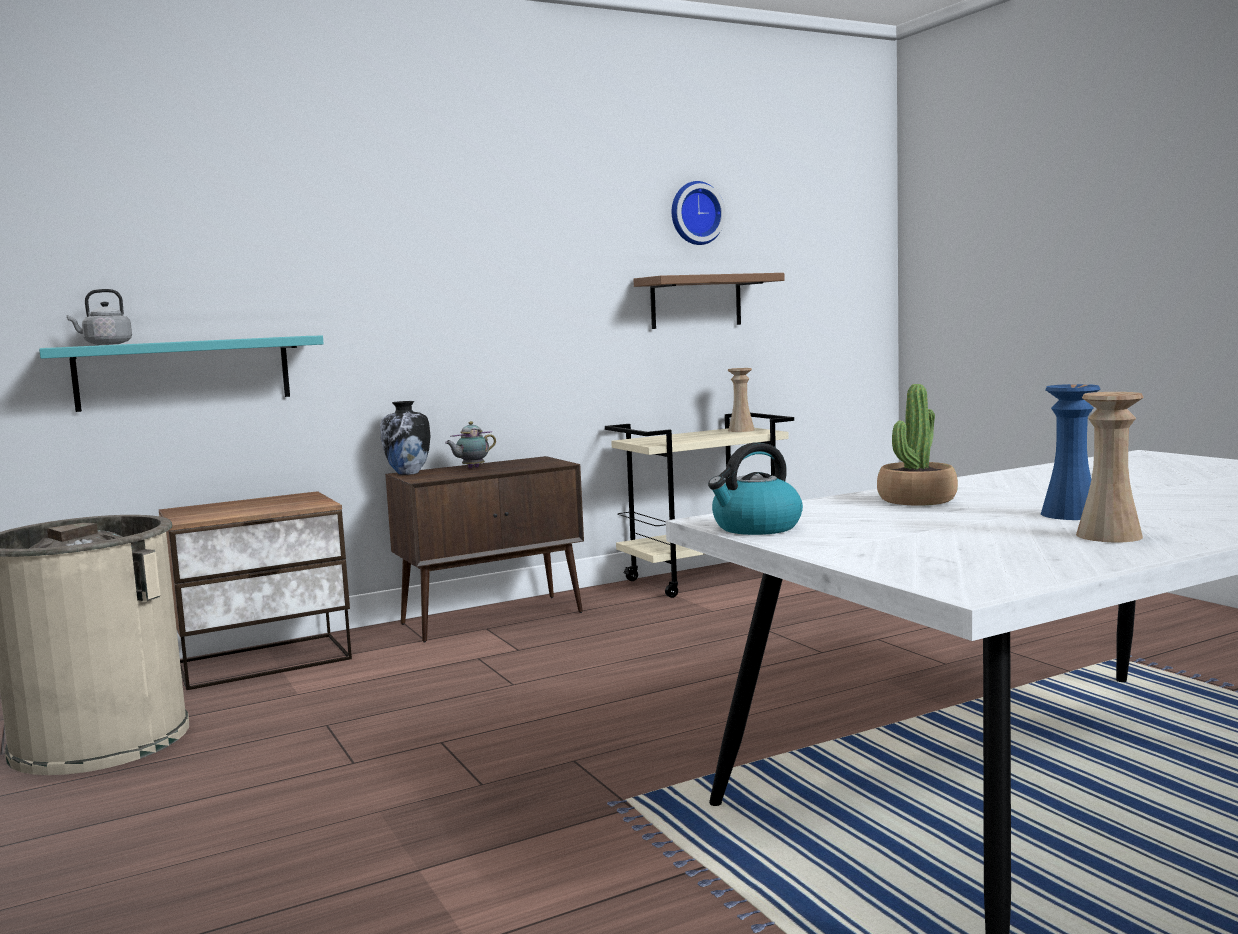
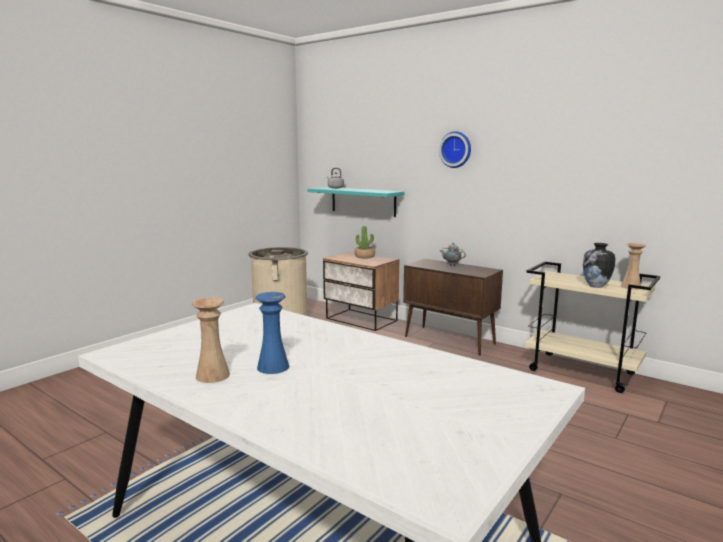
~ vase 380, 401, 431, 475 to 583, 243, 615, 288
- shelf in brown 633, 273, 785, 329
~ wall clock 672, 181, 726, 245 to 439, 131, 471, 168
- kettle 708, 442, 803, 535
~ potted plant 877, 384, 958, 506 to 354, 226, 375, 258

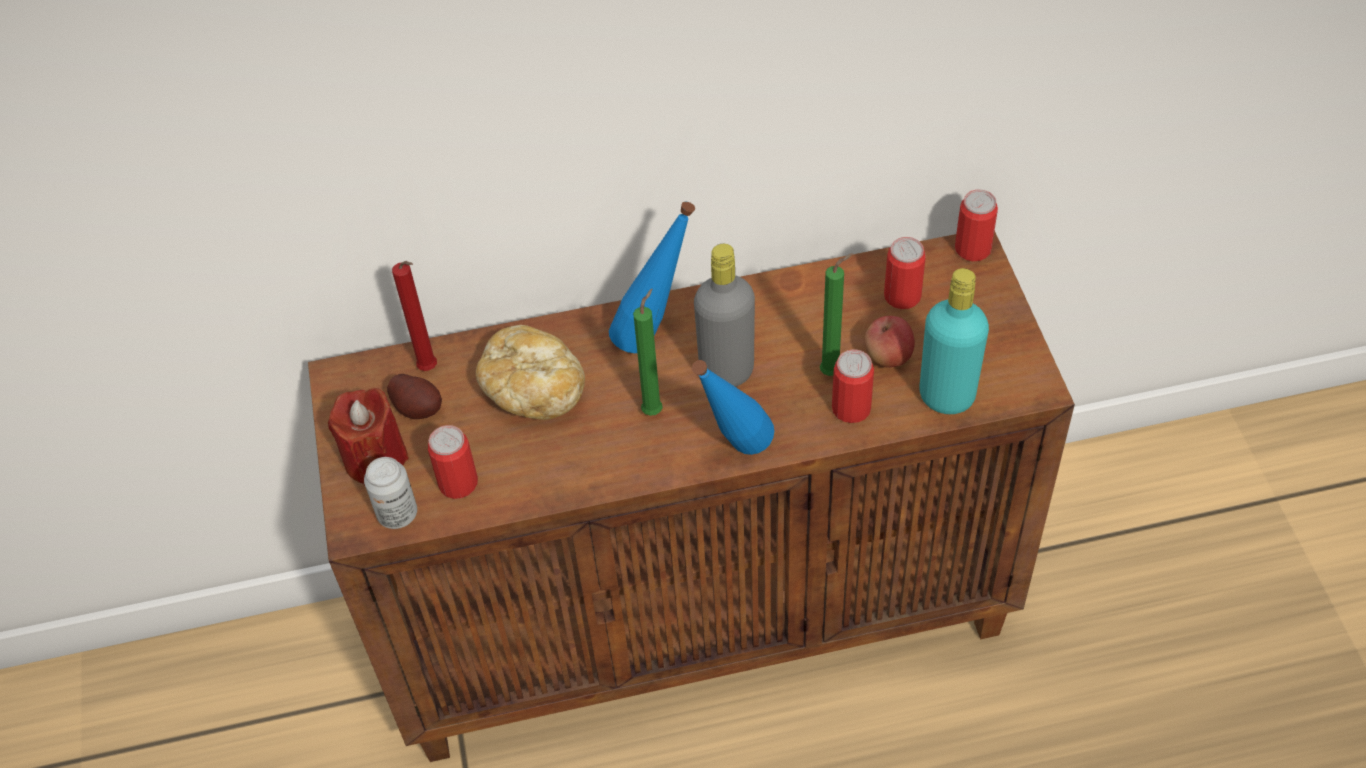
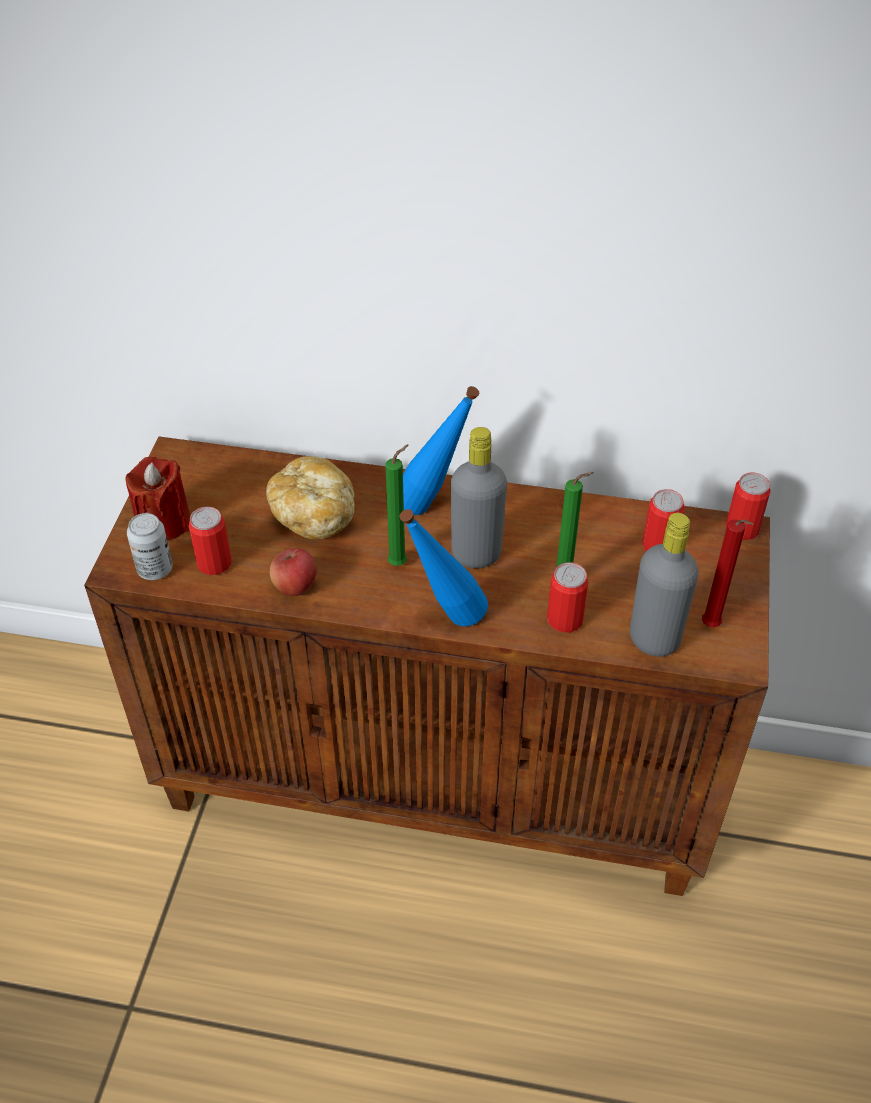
- potato 387, 374, 442, 419
~ candle in red 392, 261, 437, 371 to 702, 519, 753, 627
~ apple 865, 316, 915, 368 to 270, 548, 317, 596
~ bottle in turquoise 920, 268, 989, 414 to bottle in grey 630, 513, 699, 657

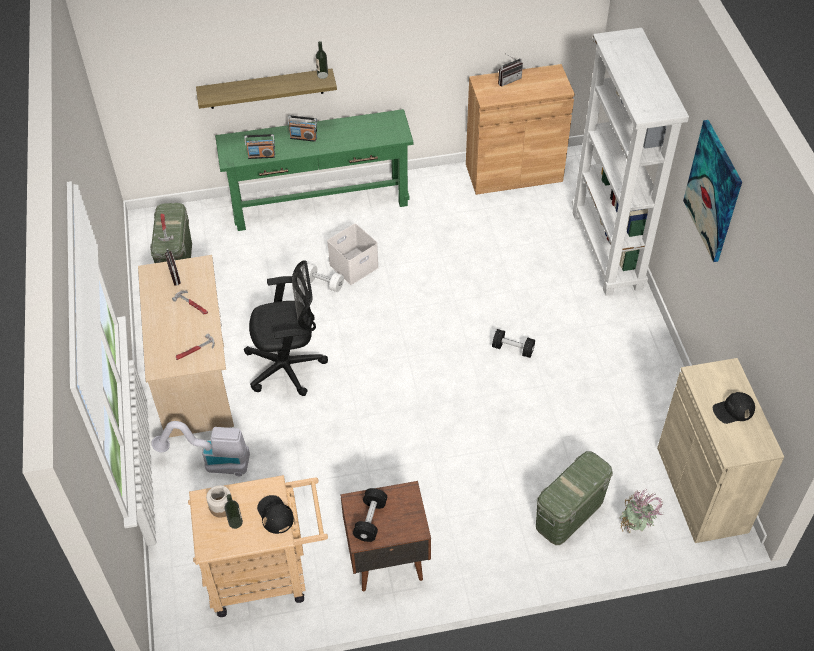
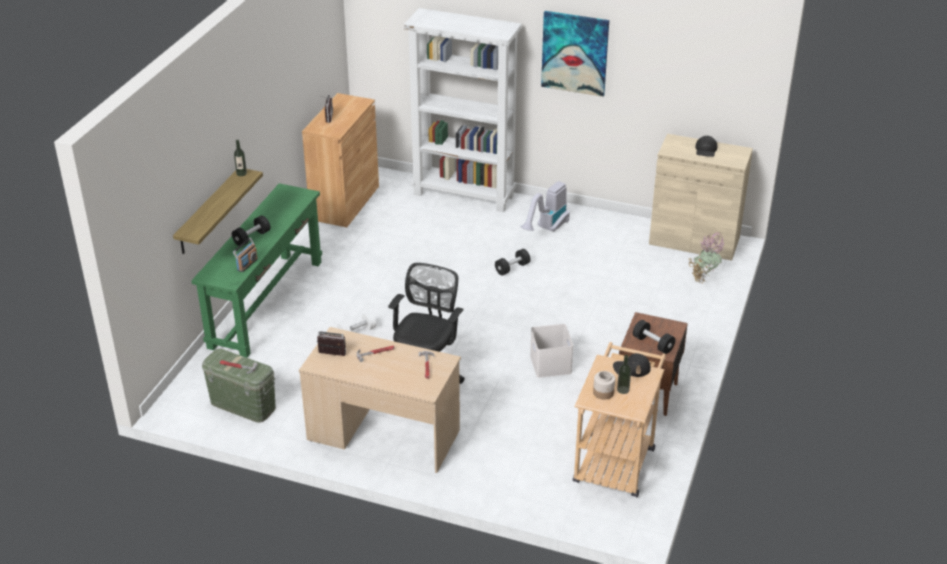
~ vacuum cleaner 151, 421, 250, 476 to 520, 181, 570, 232
~ radio 288, 116, 317, 142 to dumbbell in black 232, 215, 271, 246
~ storage box in white 327, 223, 379, 285 to 530, 324, 573, 378
- storage box in green 536, 451, 613, 545

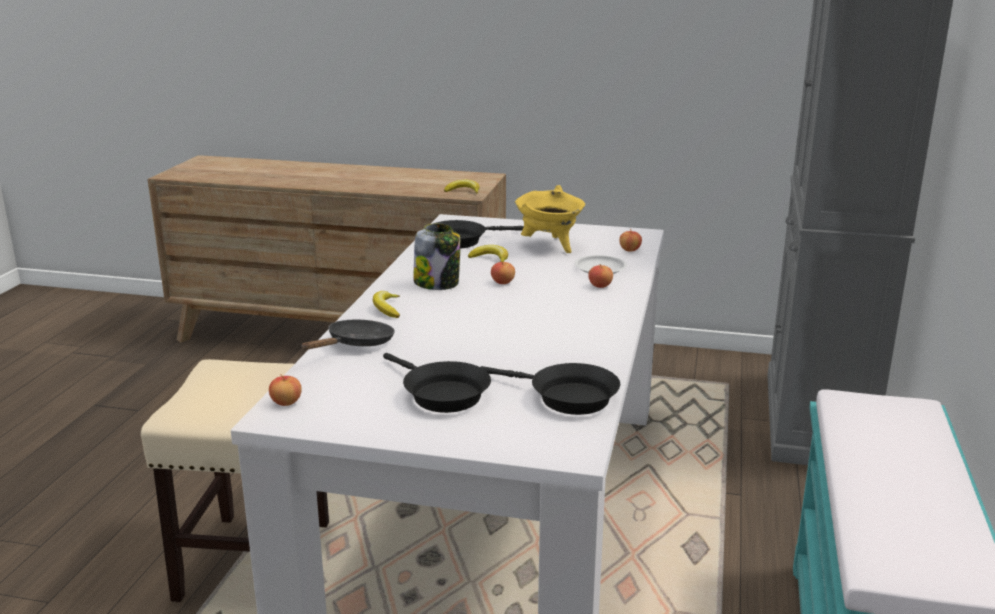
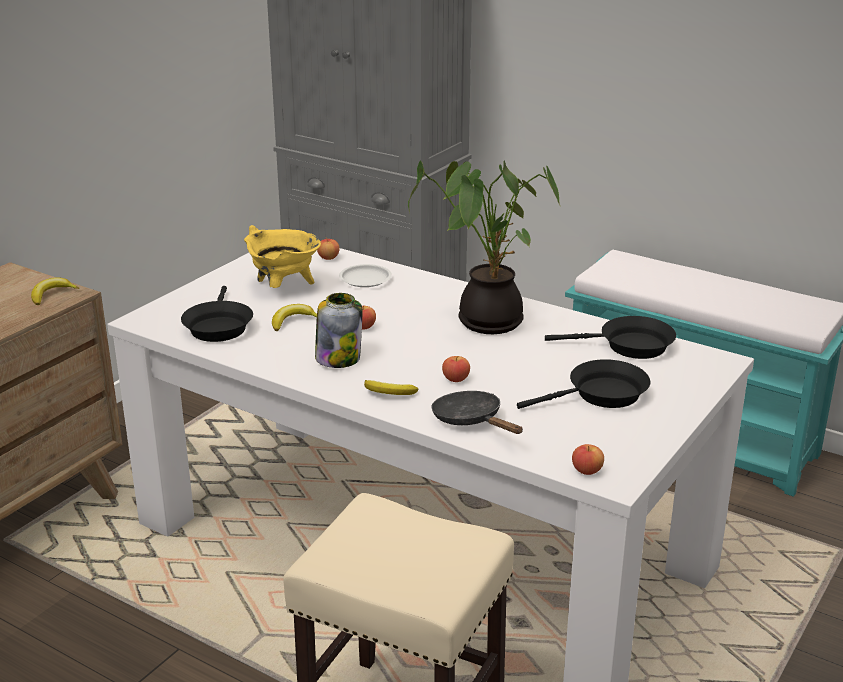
~ frying pan in black 481, 363, 620, 415 = 545, 316, 676, 359 45 degrees clockwise
~ apple 588, 264, 613, 288 to 442, 356, 470, 382
+ potted plant 408, 160, 561, 334

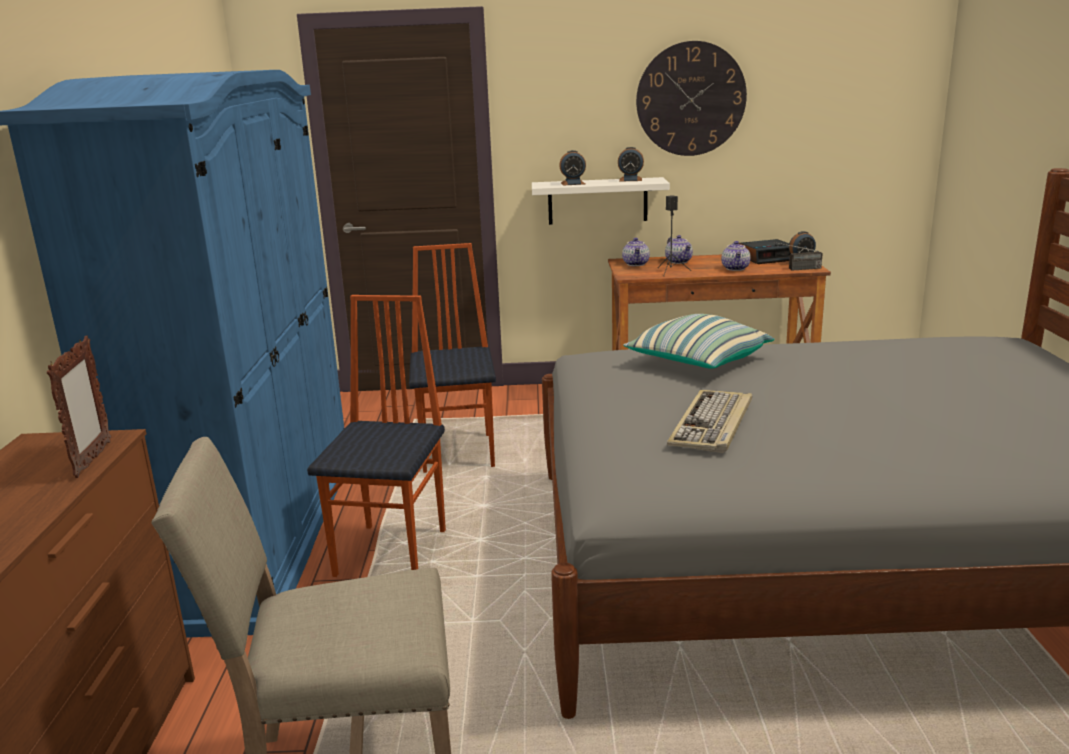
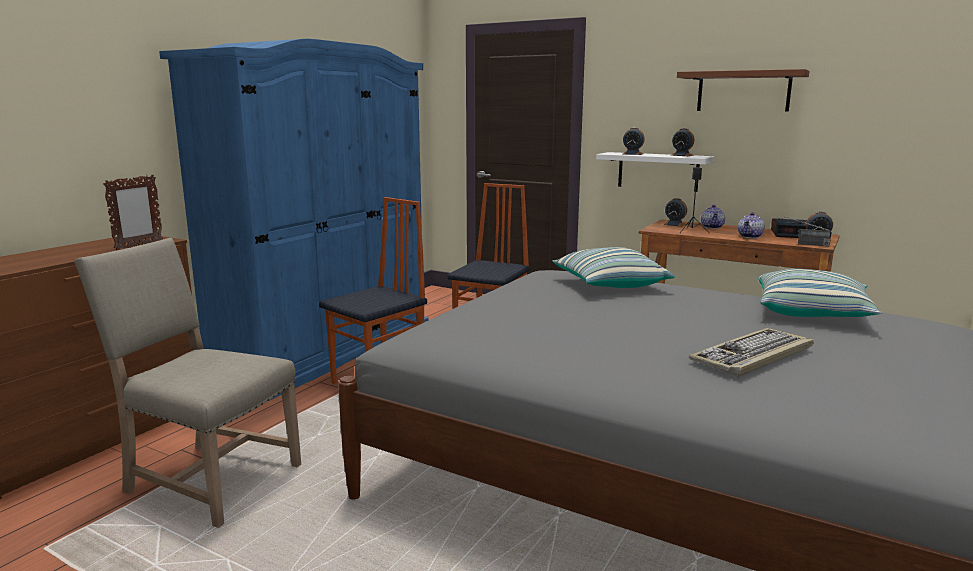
~ teapot 622, 238, 650, 266 to alarm clock 664, 198, 687, 227
~ wall clock 636, 41, 747, 156 to shelf in brown 677, 69, 809, 112
~ keyboard 667, 390, 752, 453 to 689, 328, 814, 377
+ pillow 758, 269, 881, 317

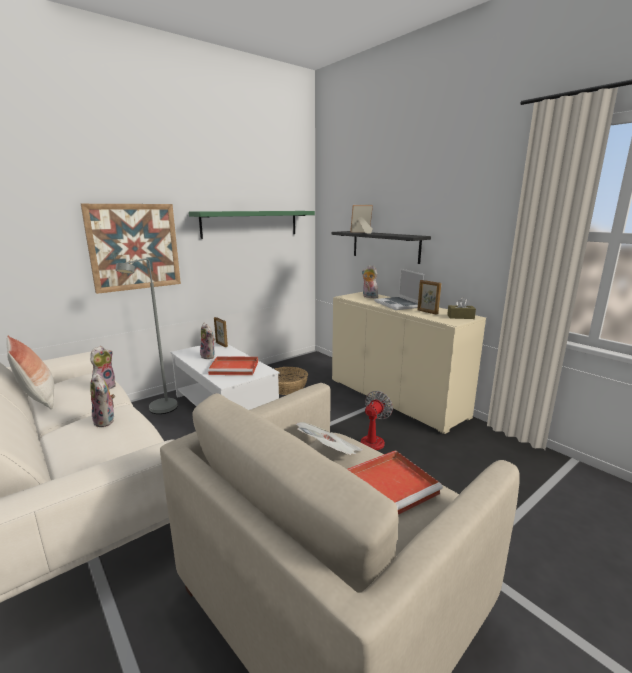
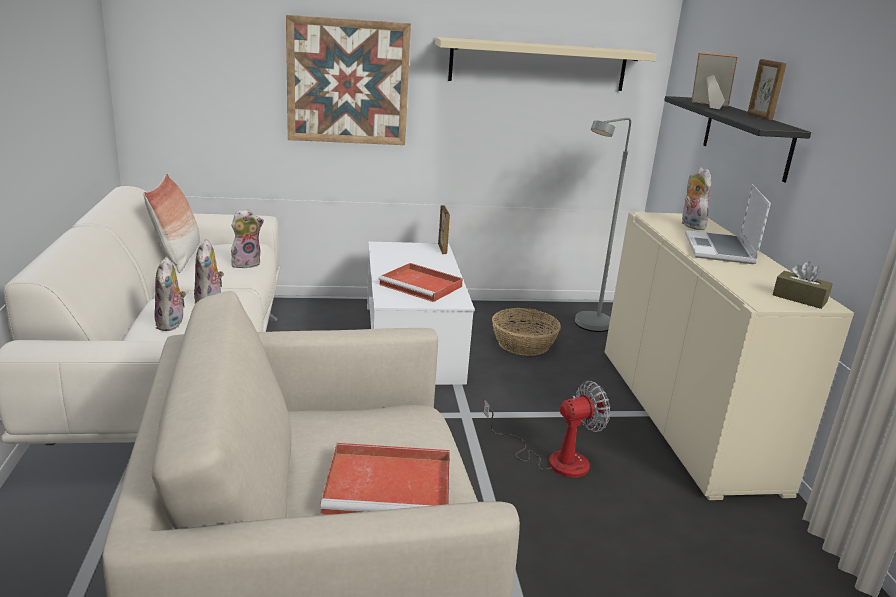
~ floor lamp in grey 116, 258, 178, 414 to 575, 118, 631, 332
~ shelf in green 189, 211, 315, 239 to shelf in beige 435, 37, 657, 91
~ plush toy 199, 323, 215, 359 to 154, 257, 186, 331
- newspaper 296, 422, 364, 455
~ picture frame 417, 280, 441, 315 to 748, 59, 787, 120

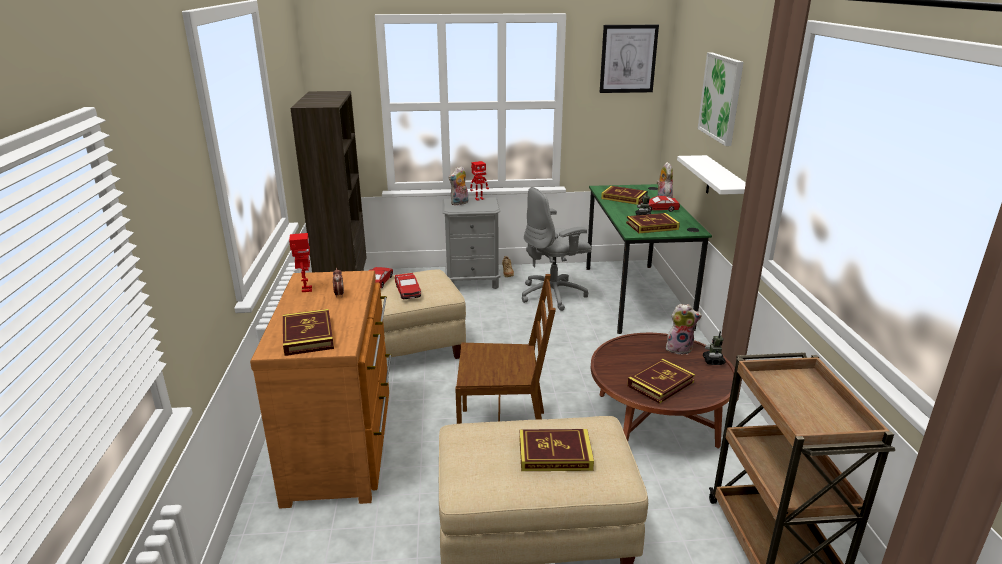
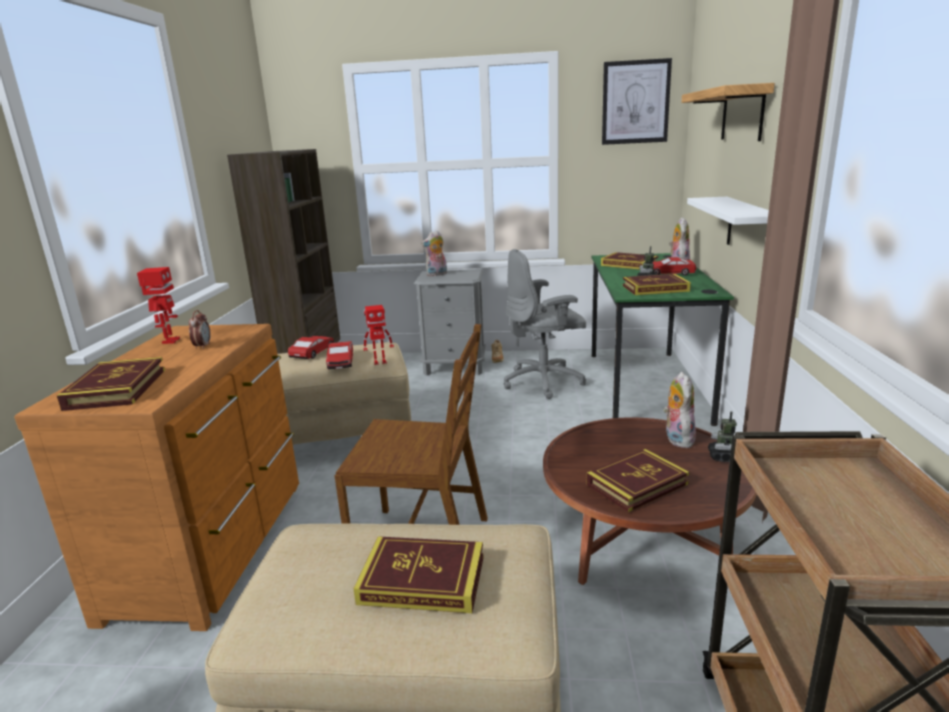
~ toy robot 470, 161, 489, 201 to 363, 305, 394, 365
~ plush toy 666, 304, 702, 355 = 663, 372, 696, 448 105 degrees counterclockwise
~ picture 698, 52, 744, 146 to shelf 681, 83, 775, 141

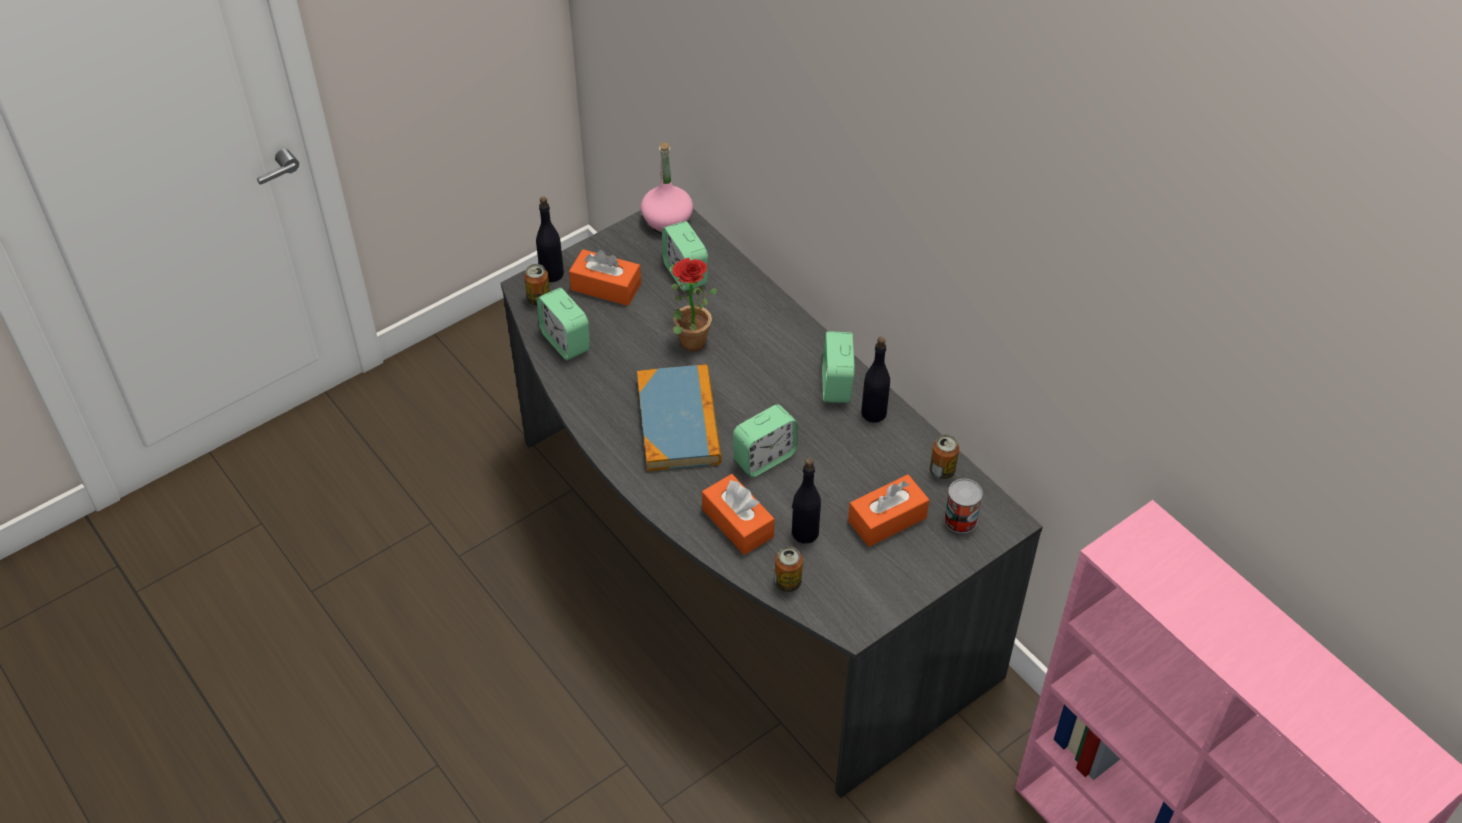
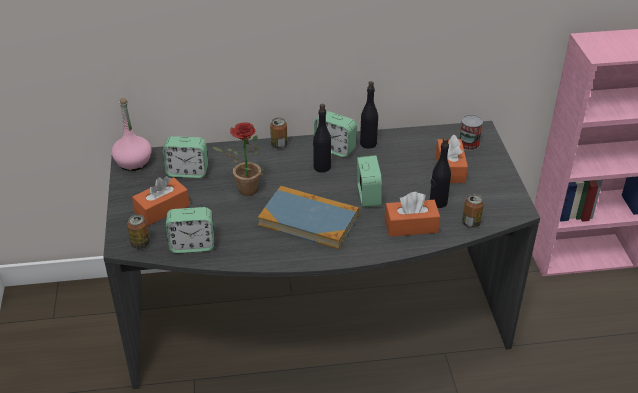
~ bottle in black 536, 197, 564, 282 to 313, 104, 331, 173
~ can 930, 435, 959, 479 to 270, 118, 288, 149

